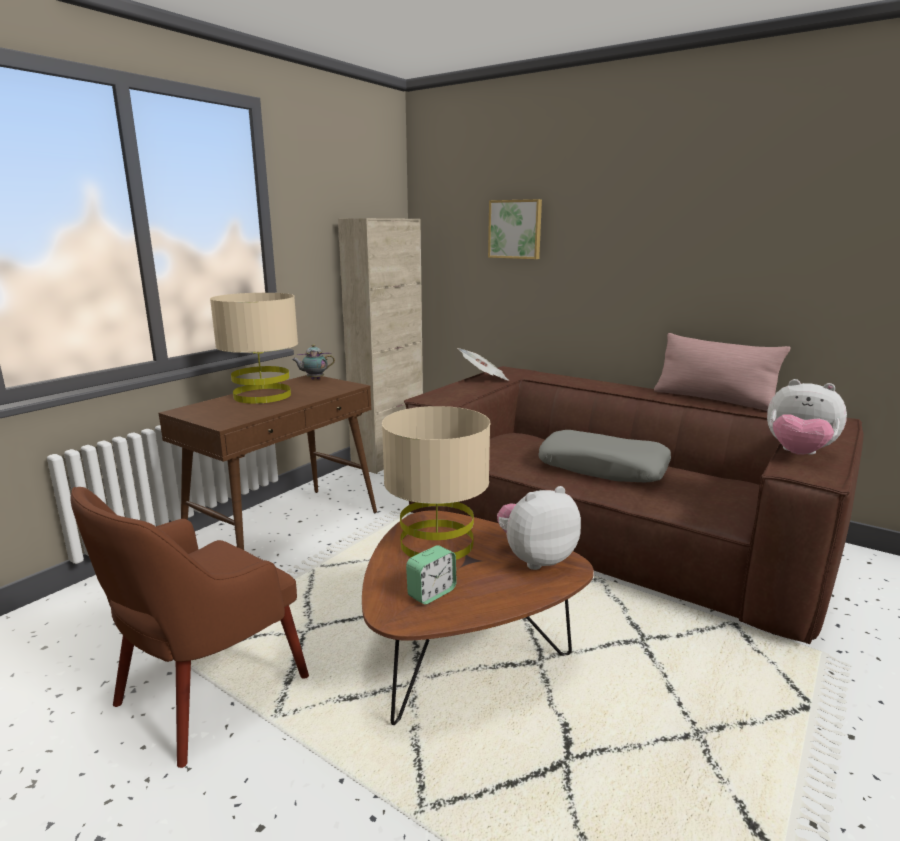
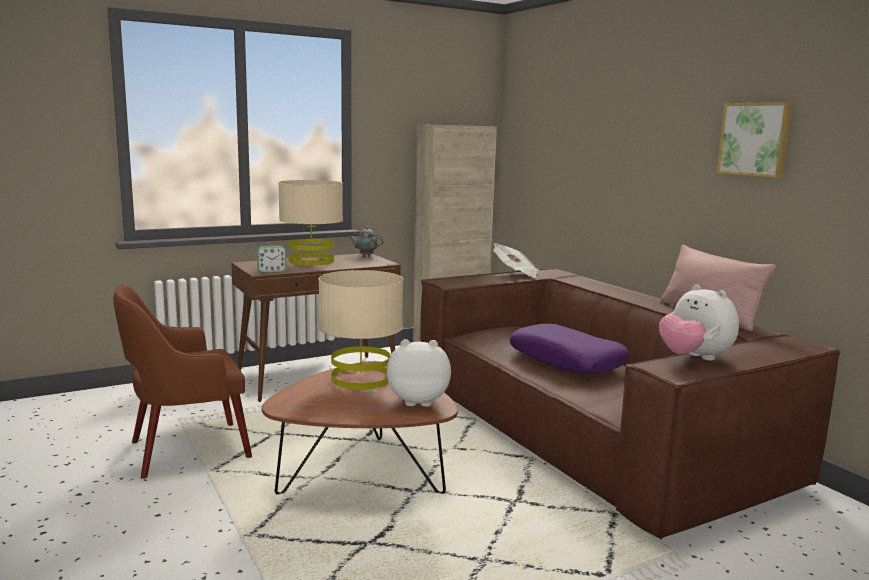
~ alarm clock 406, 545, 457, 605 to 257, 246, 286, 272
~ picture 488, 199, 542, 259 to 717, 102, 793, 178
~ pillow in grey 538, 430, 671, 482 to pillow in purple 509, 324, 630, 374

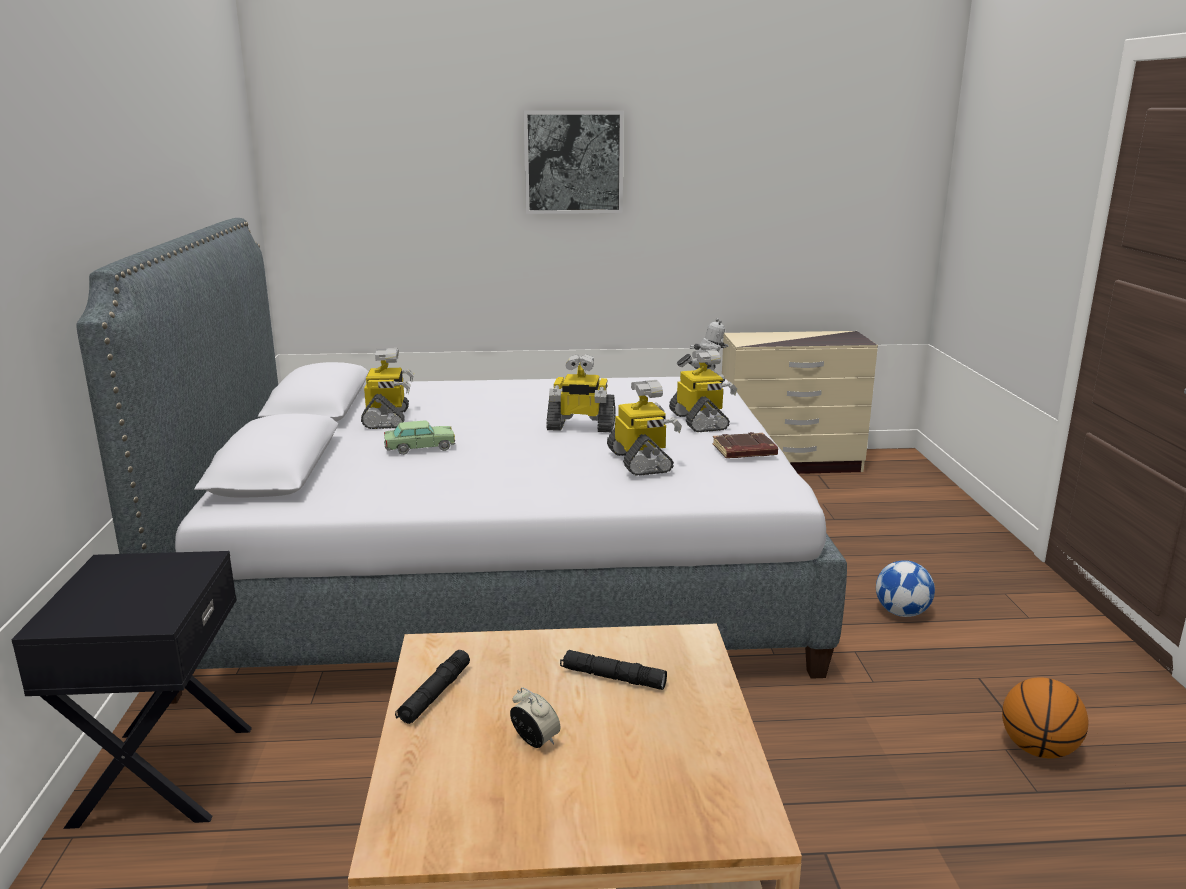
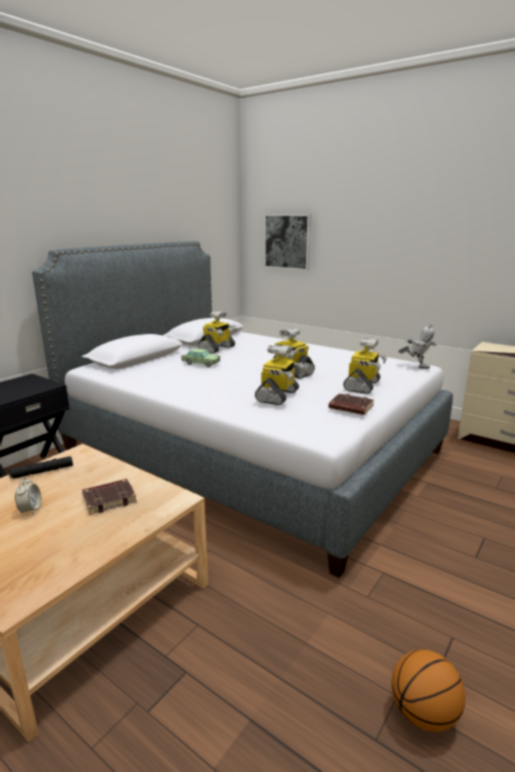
~ picture 524, 111, 624, 214 to 264, 214, 311, 271
~ flashlight in black 560, 650, 667, 690 to book in brown 82, 479, 137, 515
- football 876, 560, 935, 617

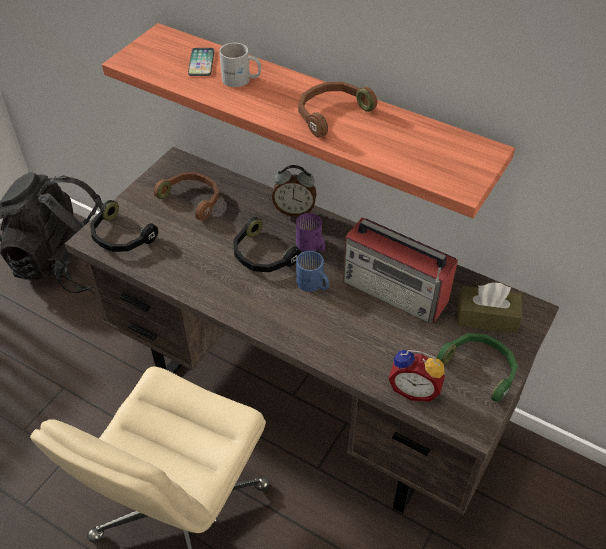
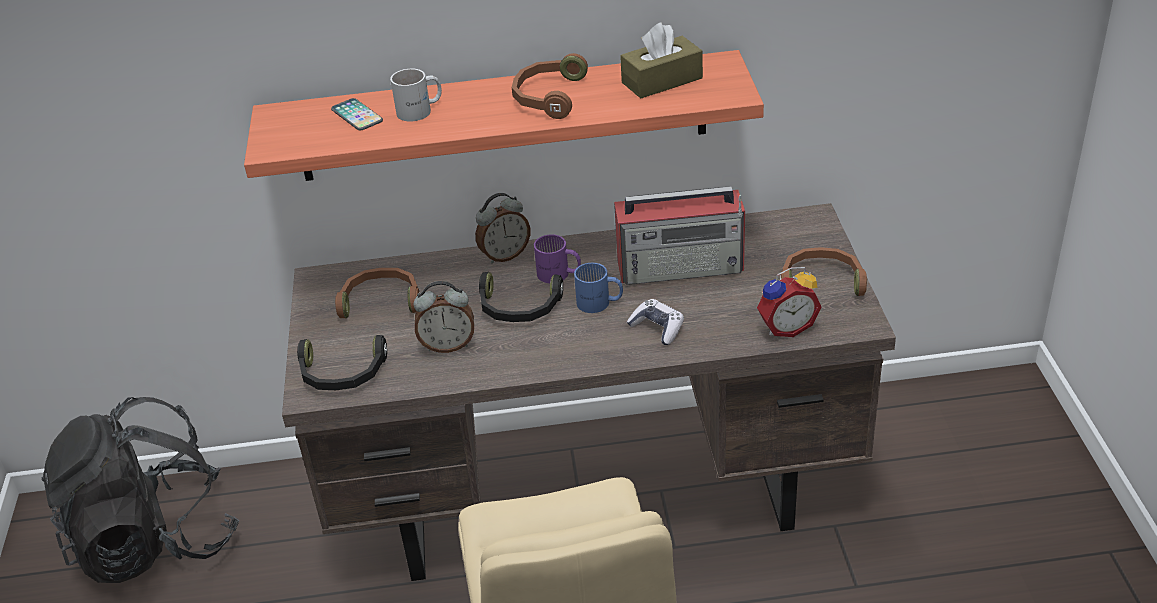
~ headphones in green 437, 333, 518, 402 to headphones in brown 780, 247, 867, 296
~ tissue box in brown 457, 283, 522, 334 to 620, 23, 703, 98
+ alarm clock 413, 281, 474, 353
+ game controller 627, 299, 684, 345

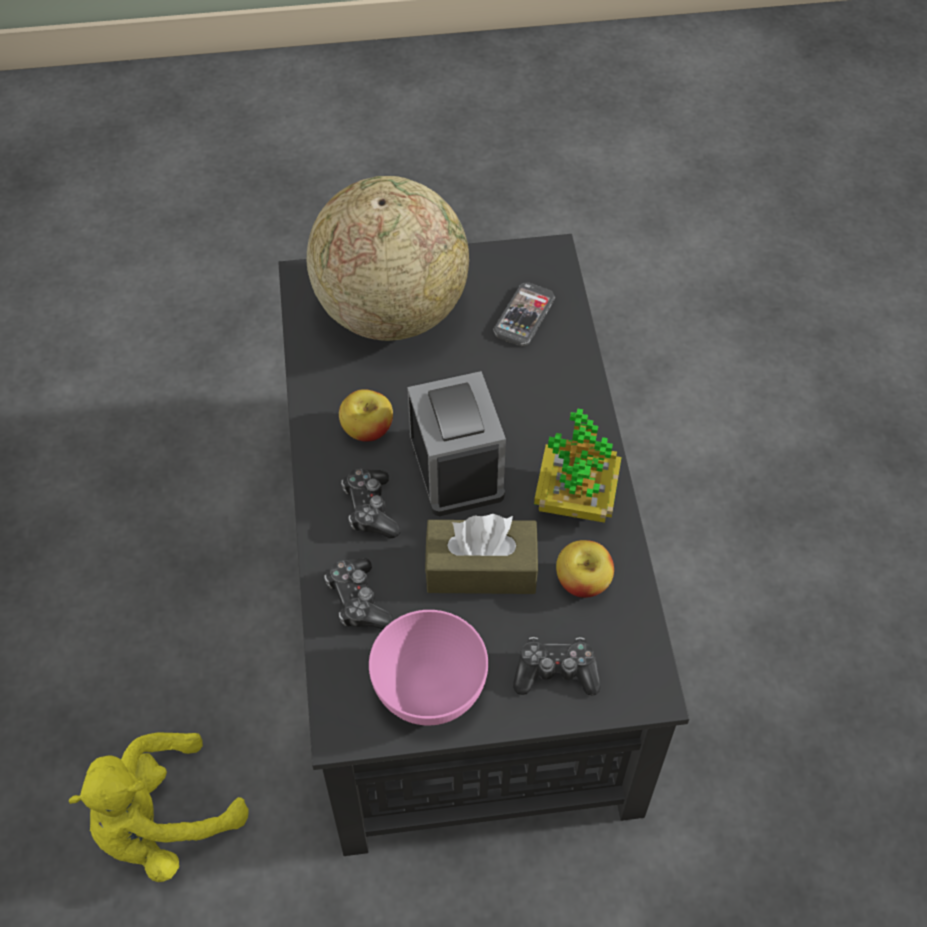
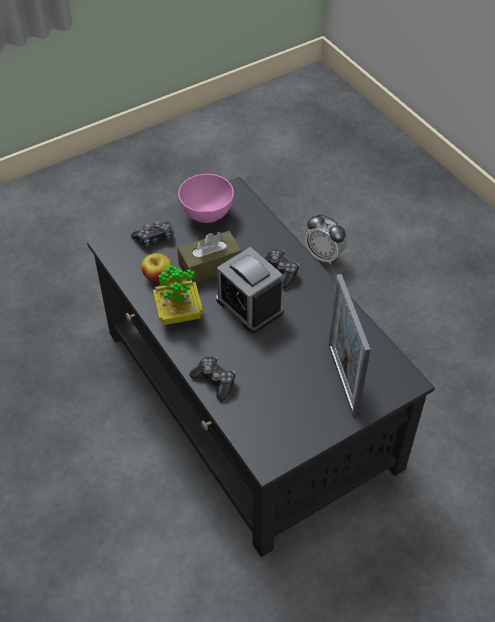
~ plush toy in yellow 69, 732, 249, 882 to alarm clock 305, 214, 347, 265
~ globe 307, 176, 469, 341 to picture frame 328, 274, 370, 418
~ game controller 324, 558, 394, 629 to 190, 356, 236, 401
- apple 339, 389, 393, 442
- phone 493, 282, 555, 346

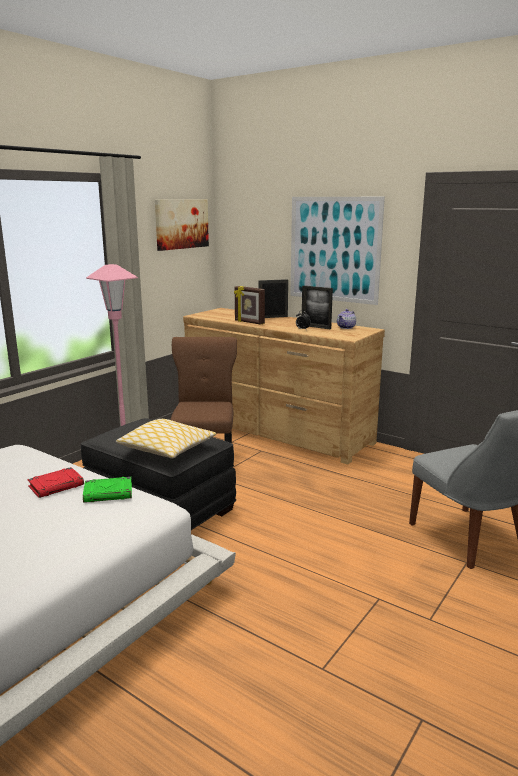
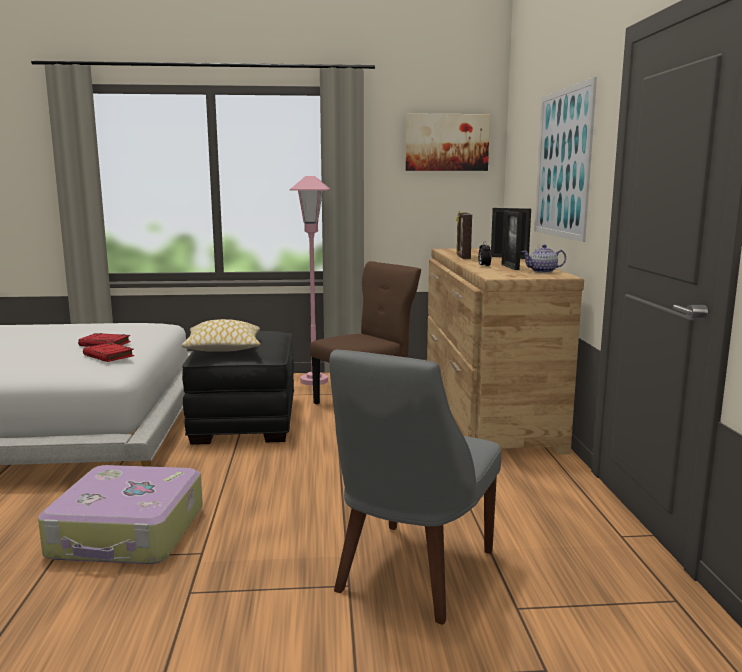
~ book in green 83, 477, 132, 503 to book in red 83, 343, 134, 362
+ suitcase 38, 465, 203, 564

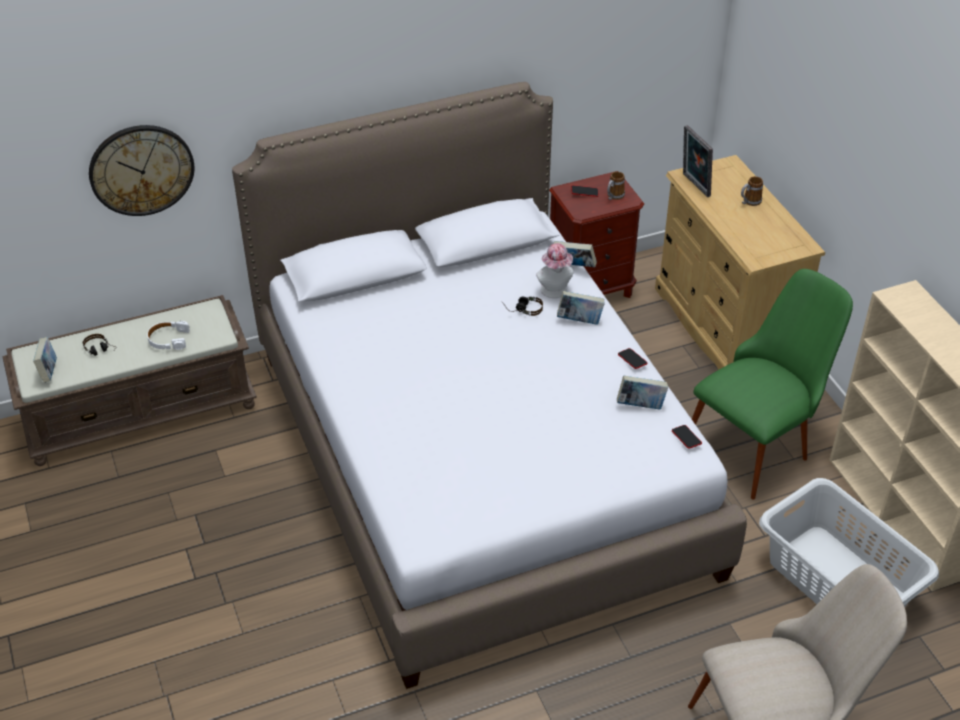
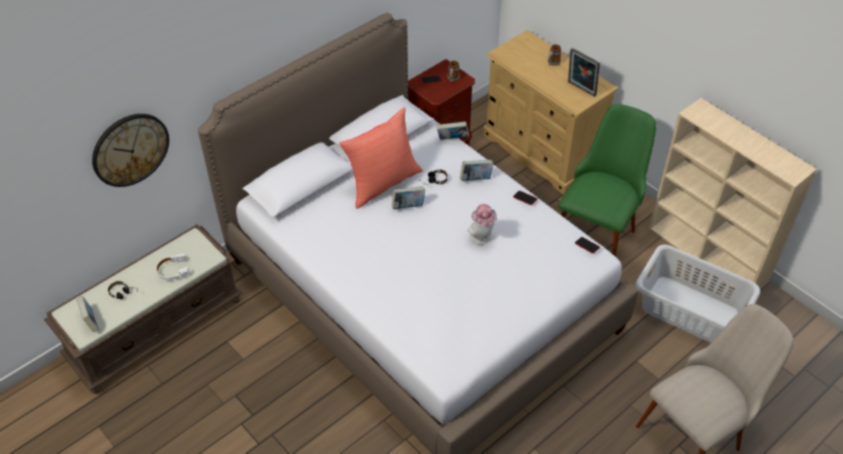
~ hat 536, 243, 573, 298 to 468, 204, 497, 245
~ book 617, 376, 668, 409 to 392, 186, 425, 209
~ picture frame 683, 125, 713, 197 to 568, 48, 600, 97
+ pillow in red 339, 107, 423, 209

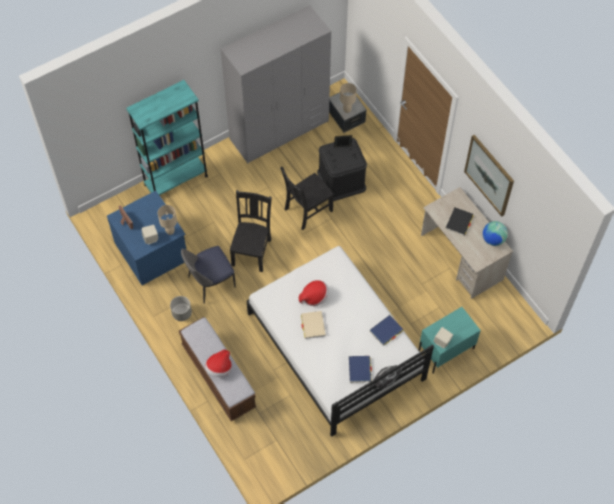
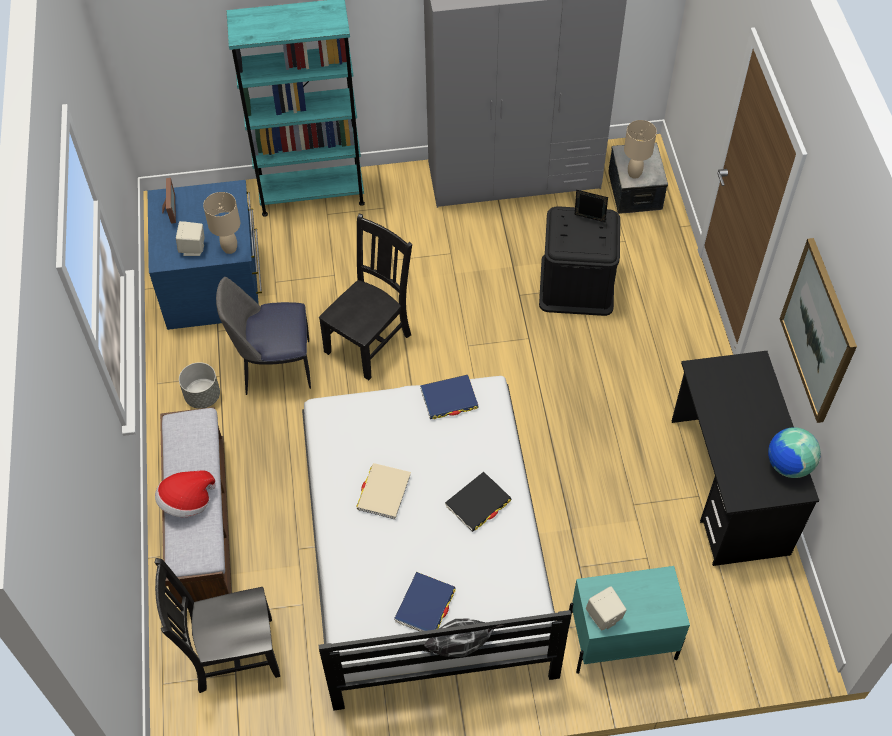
~ chair in black 280, 167, 334, 230 to 155, 558, 280, 693
- hat 299, 280, 329, 306
~ book in blue 370, 315, 403, 346 to 420, 375, 479, 419
~ desk in beige 421, 187, 513, 299 to desk in black 672, 351, 819, 566
~ book in black 446, 207, 473, 236 to 445, 472, 512, 532

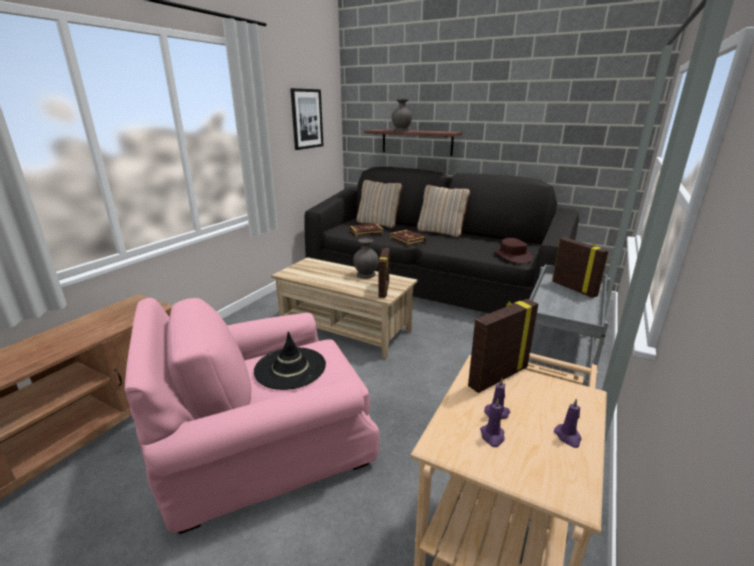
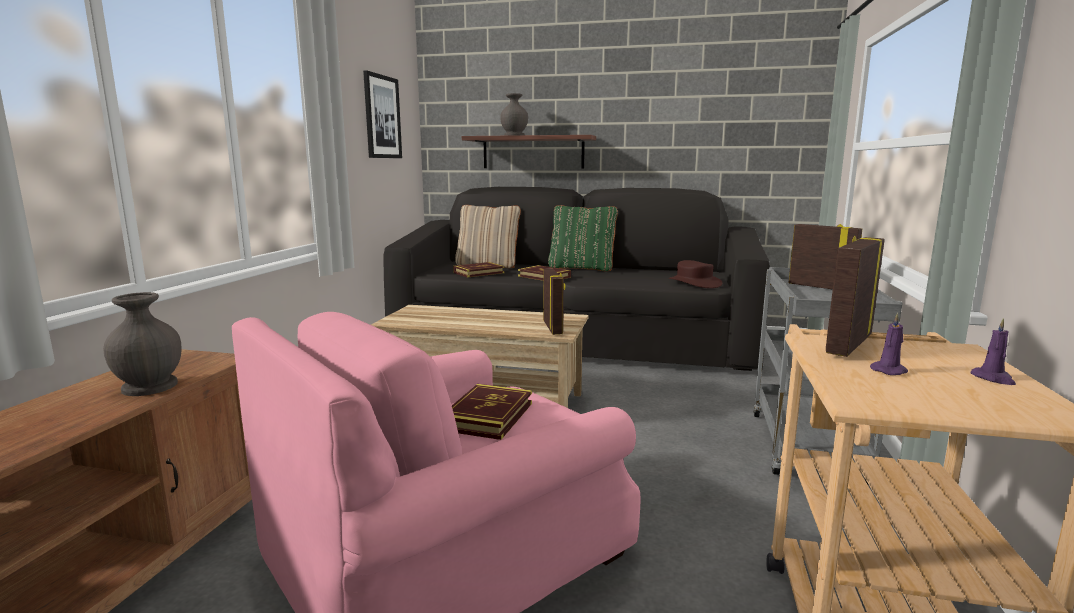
~ hat in black 254, 331, 326, 390 to book 452, 384, 532, 440
~ vase in grey 353, 238, 379, 279 to 103, 292, 182, 396
~ pillow in beige 417, 185, 470, 237 to pillow in green 548, 205, 618, 272
- candle in purple 480, 398, 505, 447

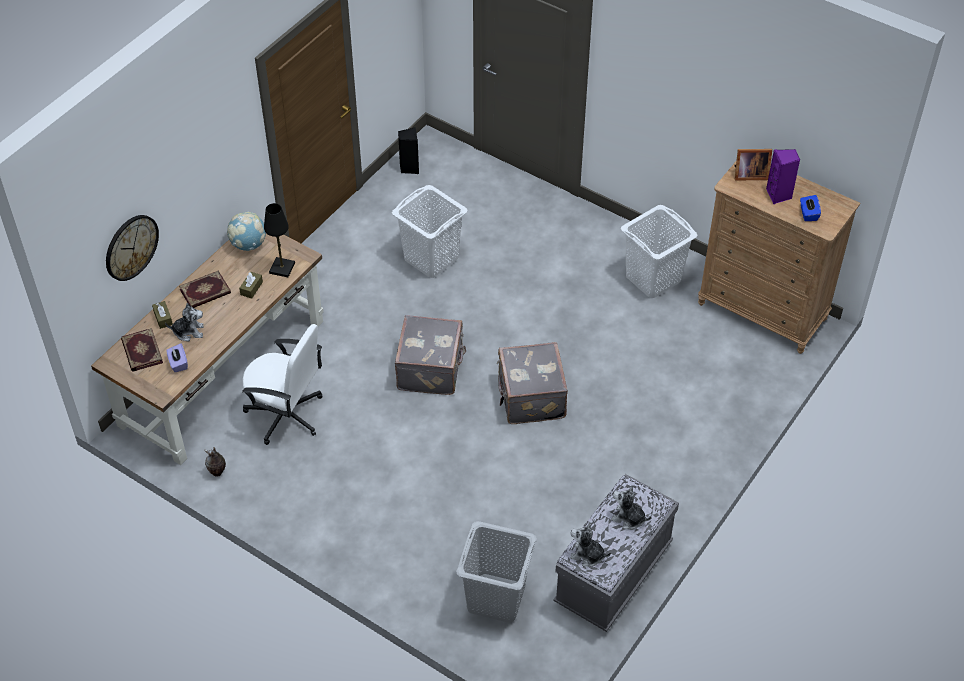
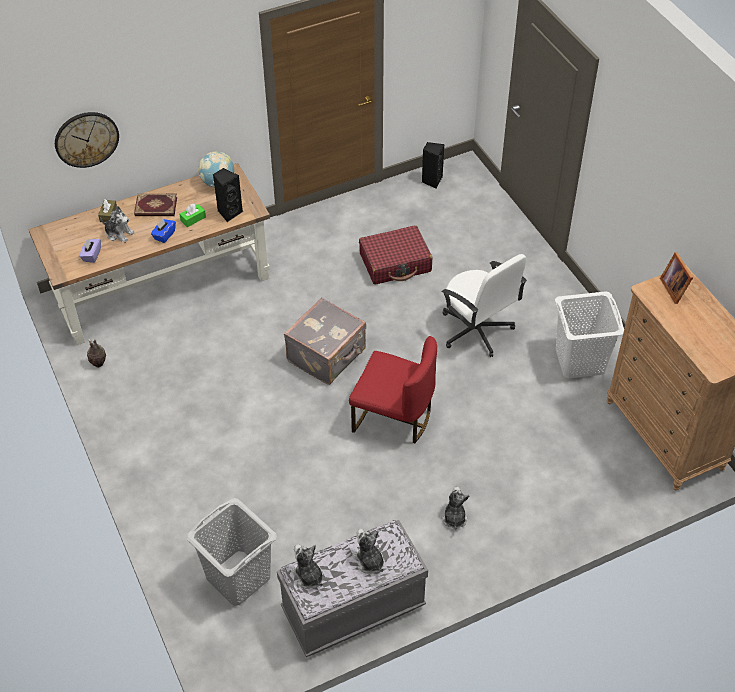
- book 121, 328, 163, 372
~ tissue box in brown 239, 271, 263, 298 to tissue box in green 180, 204, 206, 227
~ office chair in white 242, 324, 323, 445 to 441, 254, 527, 357
~ table lamp in black 264, 203, 295, 277 to speaker in black 213, 168, 243, 222
~ laundry basket in white 392, 185, 468, 278 to suitcase in red 359, 225, 432, 285
~ suitcase in grey 497, 342, 568, 424 to chair in red 349, 336, 437, 443
~ picture frame 734, 149, 772, 180 = 660, 252, 693, 304 45 degrees clockwise
- speaker in purple 766, 149, 800, 204
~ tissue box in blue 800, 195, 821, 221 to 151, 219, 176, 243
+ plush toy 442, 487, 470, 530

